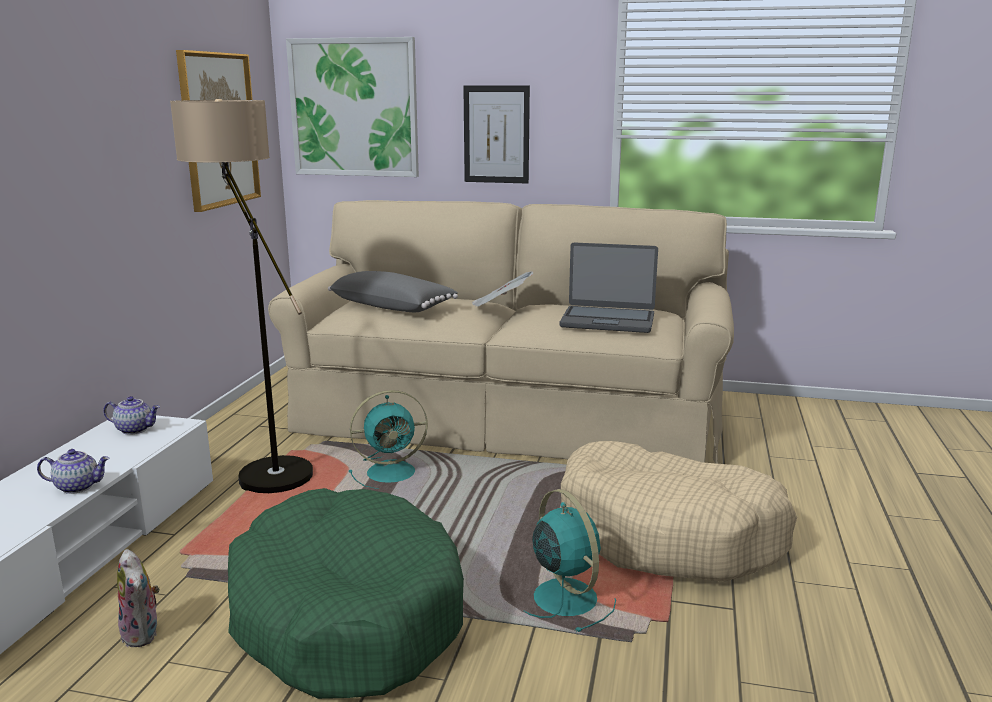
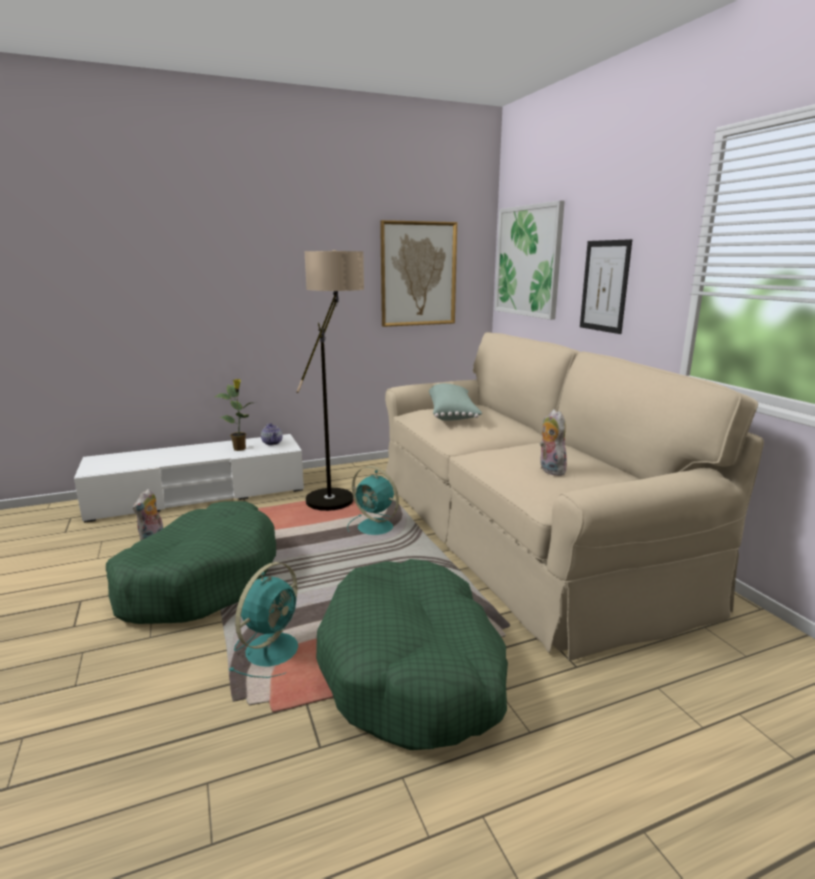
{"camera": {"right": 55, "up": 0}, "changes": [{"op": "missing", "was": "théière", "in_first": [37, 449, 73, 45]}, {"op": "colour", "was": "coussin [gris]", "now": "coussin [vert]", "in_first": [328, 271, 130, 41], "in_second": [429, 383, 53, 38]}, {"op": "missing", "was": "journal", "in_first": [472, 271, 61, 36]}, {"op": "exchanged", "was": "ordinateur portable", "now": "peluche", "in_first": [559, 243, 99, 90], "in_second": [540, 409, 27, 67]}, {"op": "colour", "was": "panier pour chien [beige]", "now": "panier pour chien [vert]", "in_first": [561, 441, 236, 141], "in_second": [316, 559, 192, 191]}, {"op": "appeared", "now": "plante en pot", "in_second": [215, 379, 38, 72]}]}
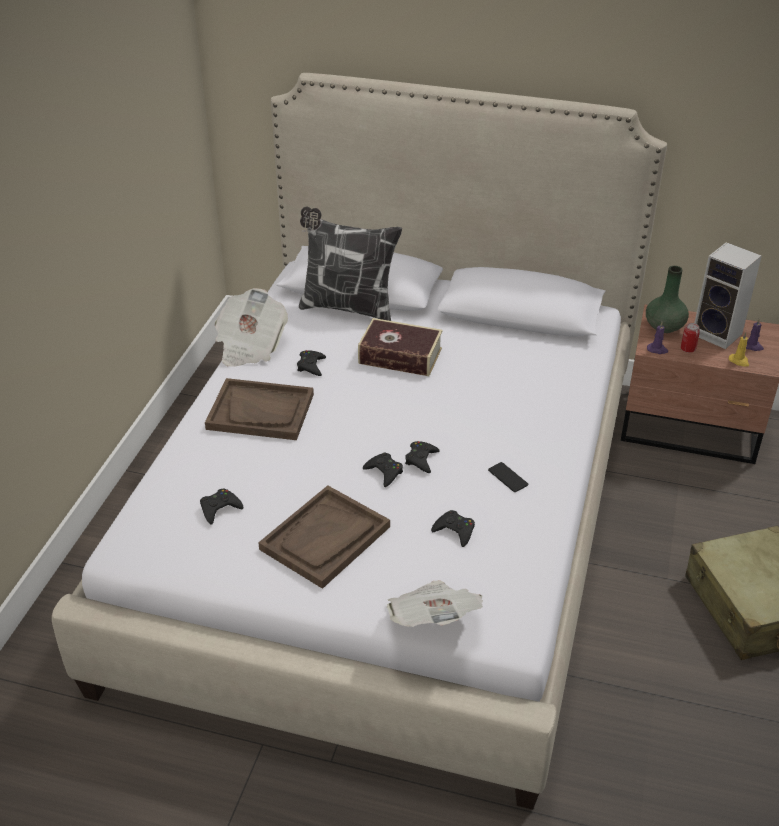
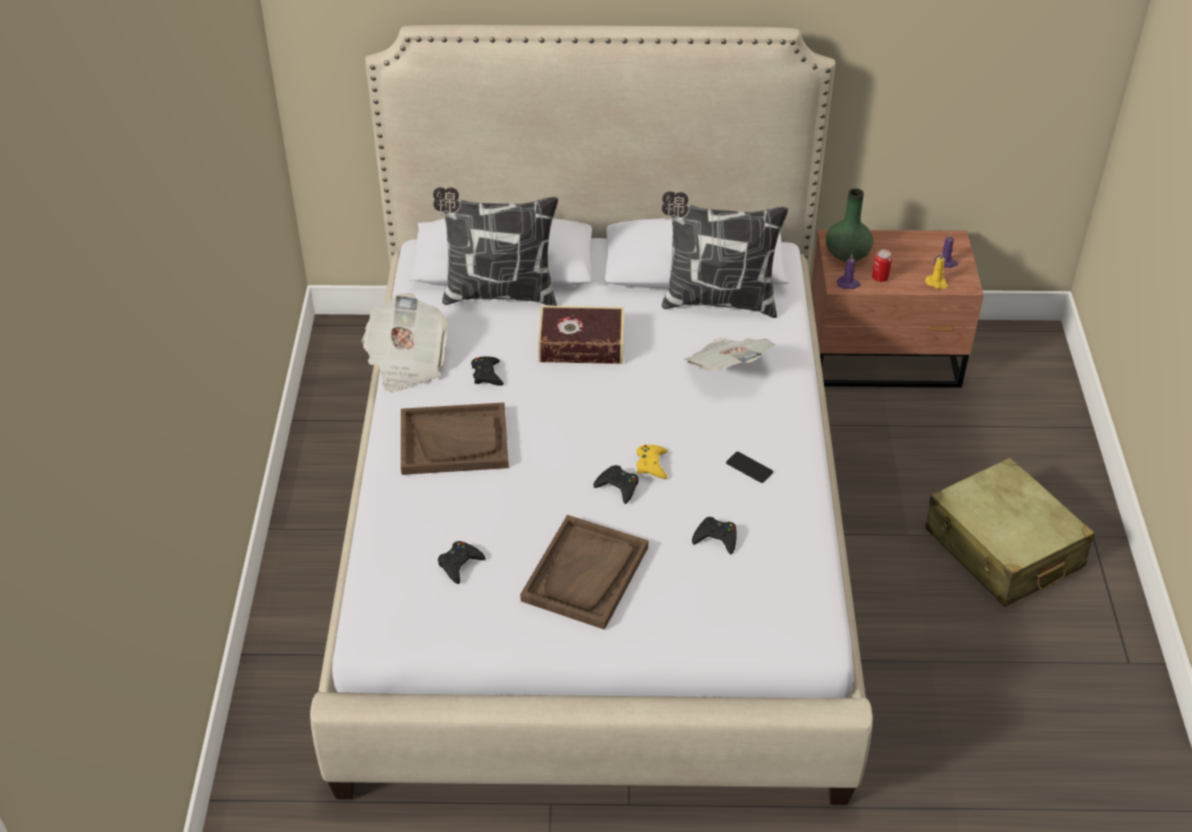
{"camera": {"right": -15, "up": 5}, "changes": [{"op": "relocated", "was": "journal", "in_first": [387, 580, 96, 47], "in_second": [684, 338, 92, 33]}, {"op": "colour", "was": "manette [noir]", "now": "manette [jaune]", "in_first": [405, 441, 34, 32], "in_second": [636, 445, 32, 34]}, {"op": "missing", "was": "enceinte", "in_first": [694, 242, 68, 107]}, {"op": "appeared", "now": "coussin", "in_second": [662, 191, 126, 127]}]}
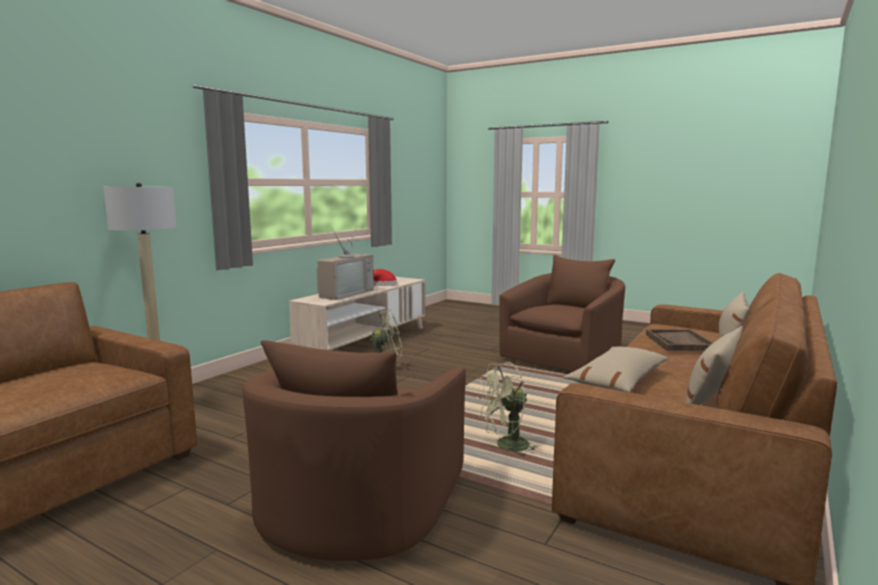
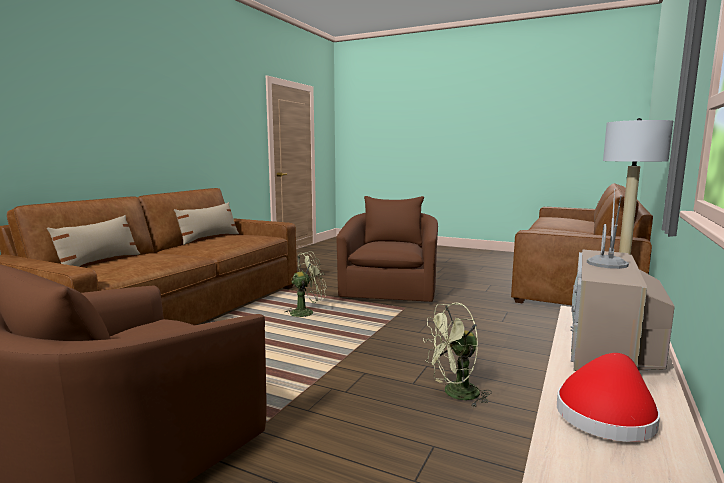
{"camera": {"right": 175, "up": 0}, "changes": [{"op": "missing", "was": "coussin [beige]", "in_first": [563, 346, 106, 46]}, {"op": "missing", "was": "plateau [marron]", "in_first": [646, 329, 67, 22]}]}
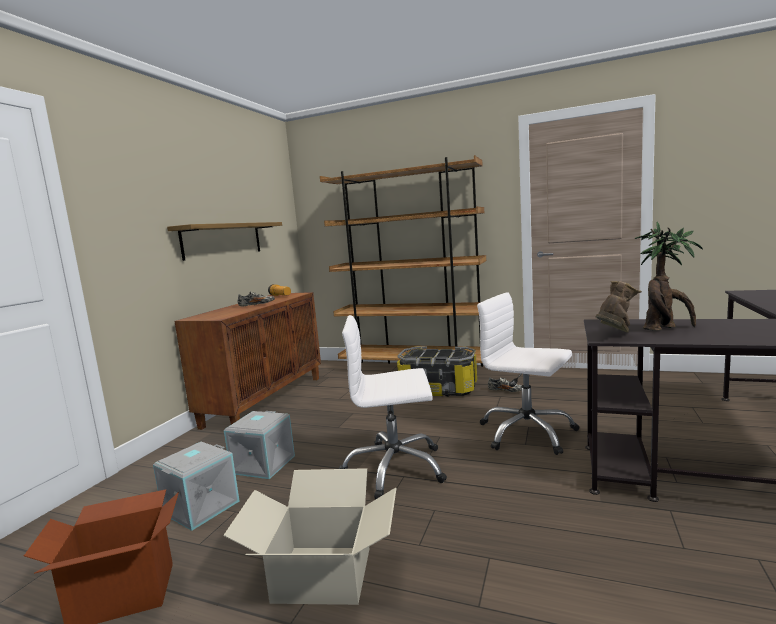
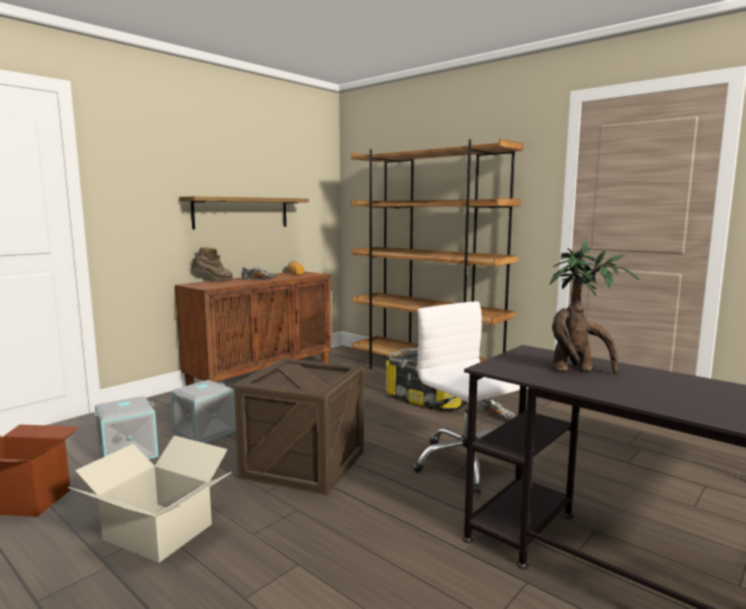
{"camera": {"right": 20, "up": 0}, "changes": [{"op": "exchanged", "was": "chaise de bureau [blanc]", "now": "caisse", "in_first": [339, 315, 108, 184], "in_second": [234, 358, 130, 138]}, {"op": "relocated", "was": "botte [marron]", "in_first": [596, 281, 46, 52], "in_second": [191, 247, 42, 34]}]}
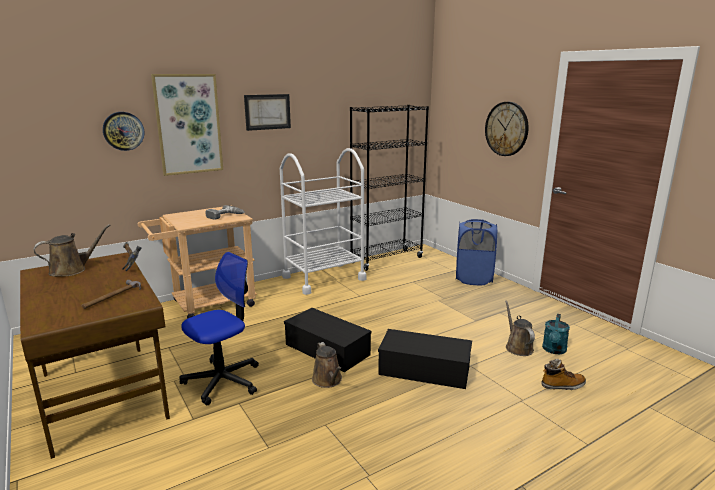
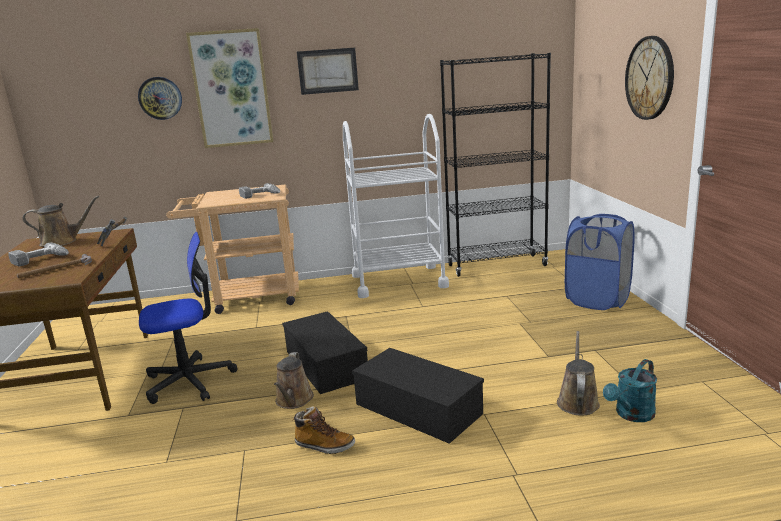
{"camera": {"right": 25, "up": 0}, "changes": [{"op": "relocated", "was": "botte", "in_first": [541, 359, 45, 31], "in_second": [292, 406, 63, 48]}, {"op": "appeared", "now": "perceuse", "in_second": [8, 243, 61, 23]}]}
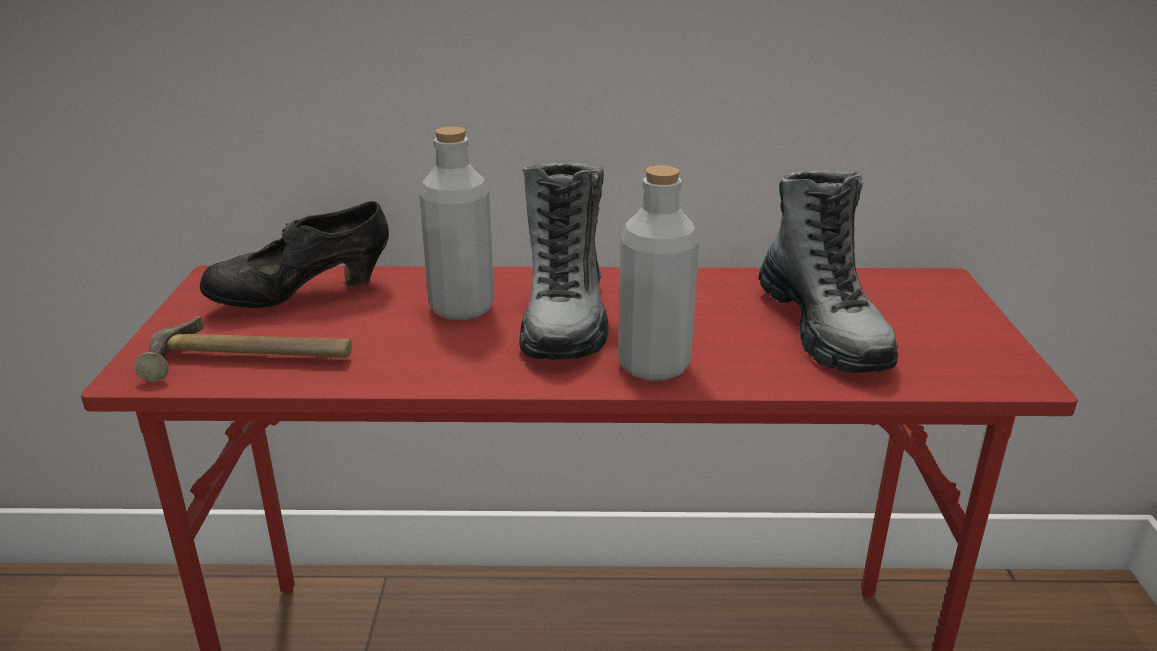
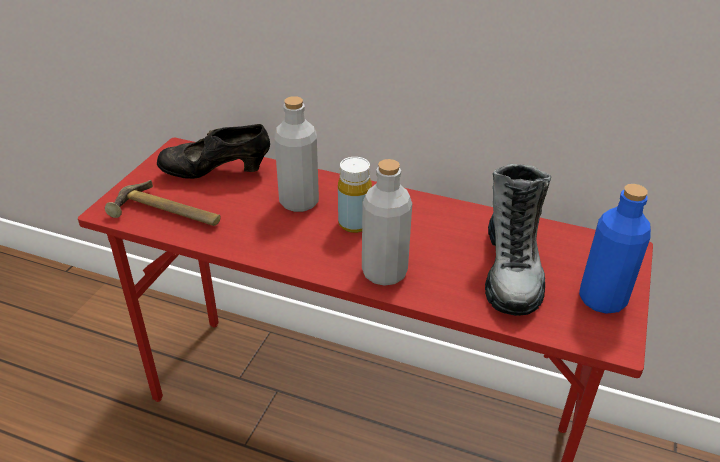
{"camera": {"right": 20, "up": 10}, "changes": [{"op": "exchanged", "was": "botte", "now": "bouteille [jaune]", "in_first": [519, 163, 90, 197], "in_second": [338, 157, 34, 76]}, {"op": "appeared", "now": "bouteille [bleu]", "in_second": [579, 184, 72, 130]}]}
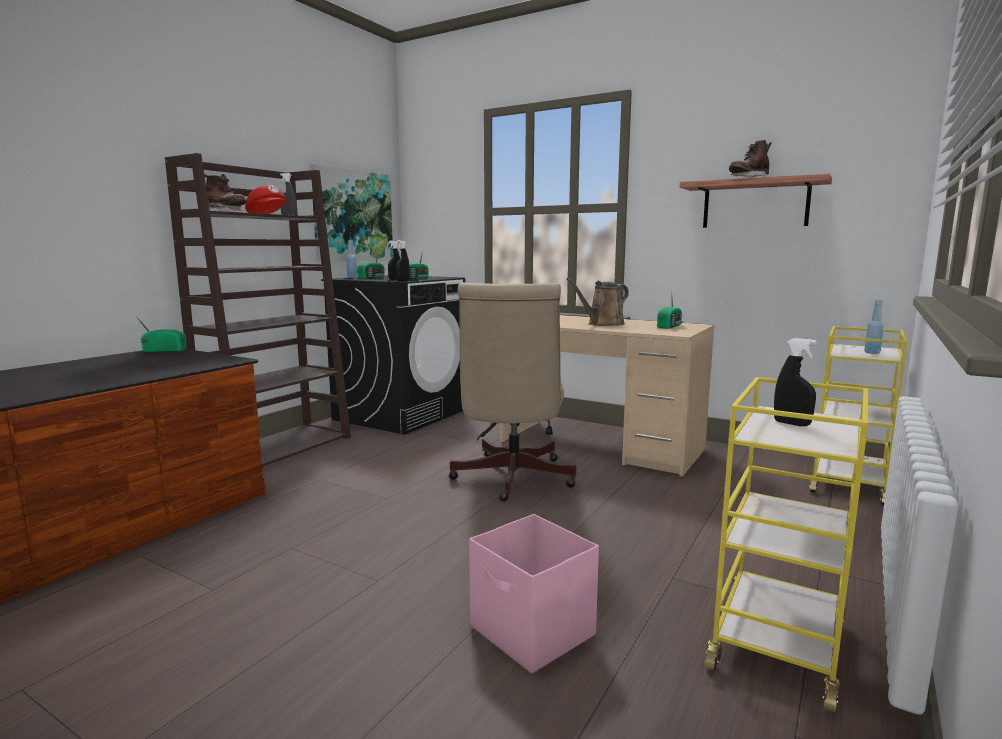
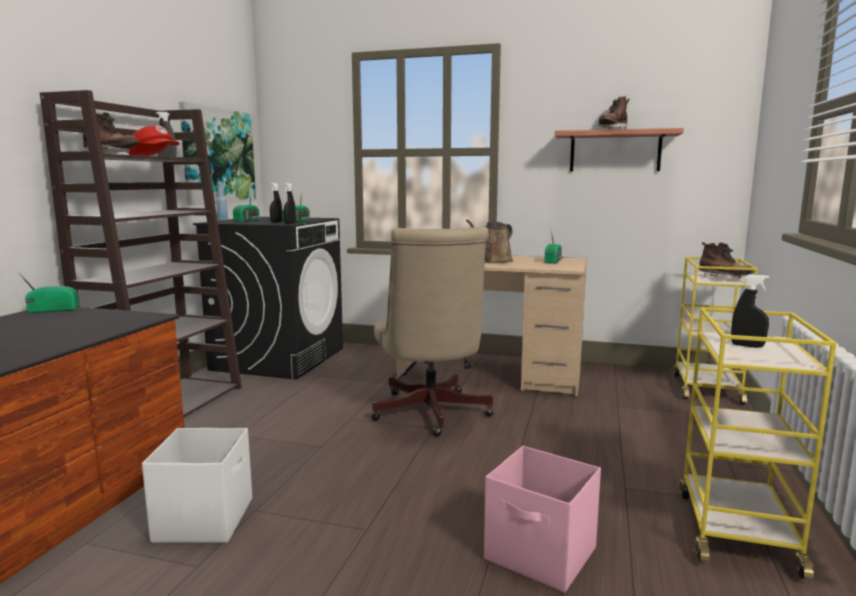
{"camera": {"right": -15, "up": 0}, "changes": [{"op": "exchanged", "was": "bouteille [bleu]", "now": "botte [marron]", "in_first": [864, 300, 20, 54], "in_second": [699, 242, 56, 37]}, {"op": "appeared", "now": "boîte de rangement [blanc]", "in_second": [142, 428, 110, 115]}]}
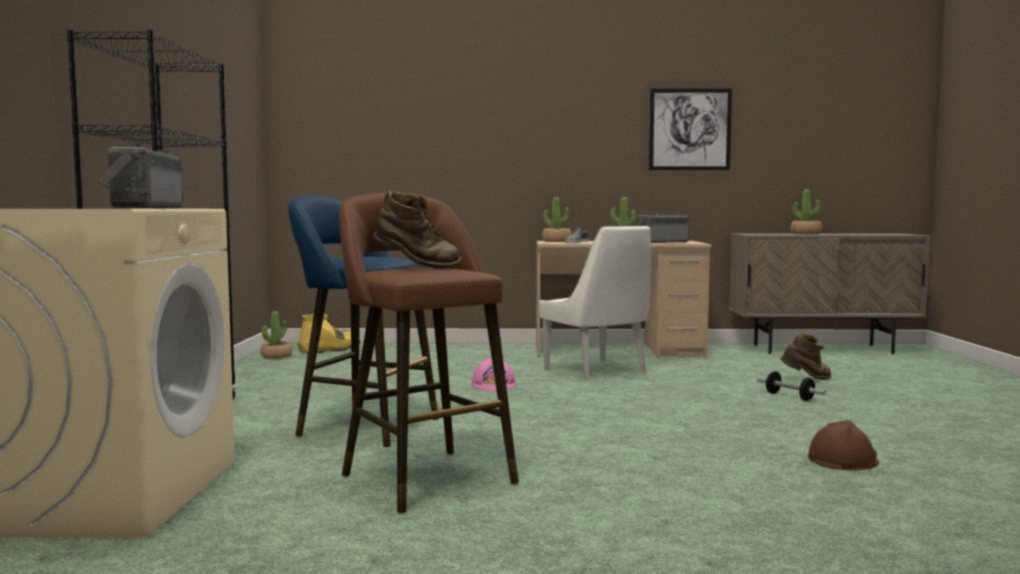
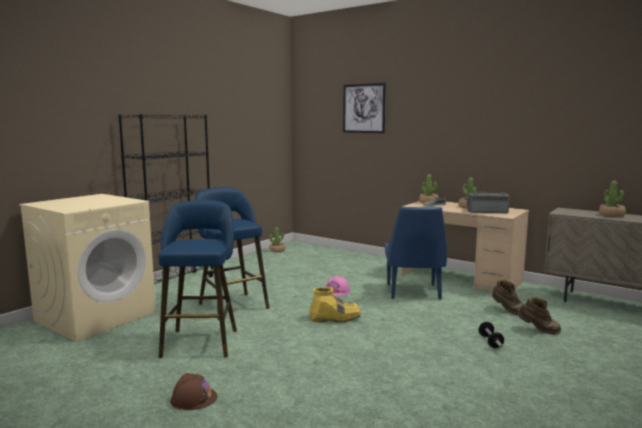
{"camera": {"right": 35, "up": 5}, "changes": [{"op": "missing", "was": "radio", "in_first": [97, 143, 86, 65]}, {"op": "relocated", "was": "botte [jaune]", "in_first": [297, 314, 64, 40], "in_second": [309, 287, 52, 35]}, {"op": "colour", "was": "tabouret [marron]", "now": "tabouret [bleu]", "in_first": [339, 193, 180, 320], "in_second": [159, 200, 78, 158]}, {"op": "relocated", "was": "botte [marron]", "in_first": [373, 191, 89, 78], "in_second": [492, 280, 31, 35]}, {"op": "colour", "was": "chaise [blanc]", "now": "chaise [bleu]", "in_first": [539, 226, 112, 154], "in_second": [385, 207, 62, 93]}, {"op": "relocated", "was": "tableau", "in_first": [649, 88, 83, 82], "in_second": [343, 83, 43, 50]}, {"op": "relocated", "was": "casque de chantier [marron]", "in_first": [808, 420, 71, 50], "in_second": [170, 373, 48, 37]}]}
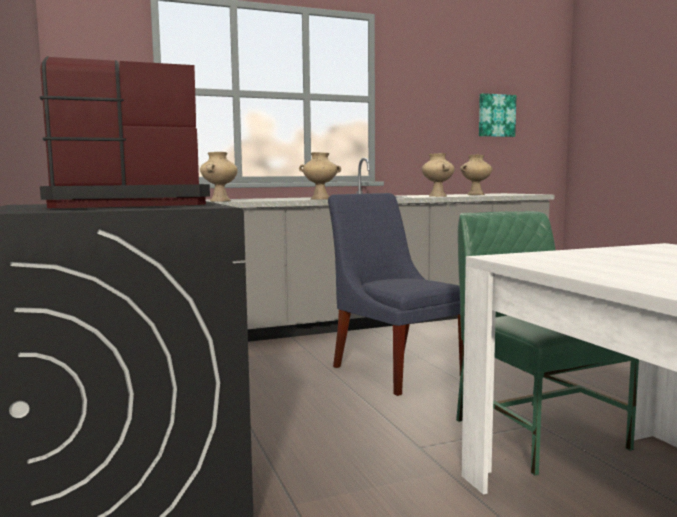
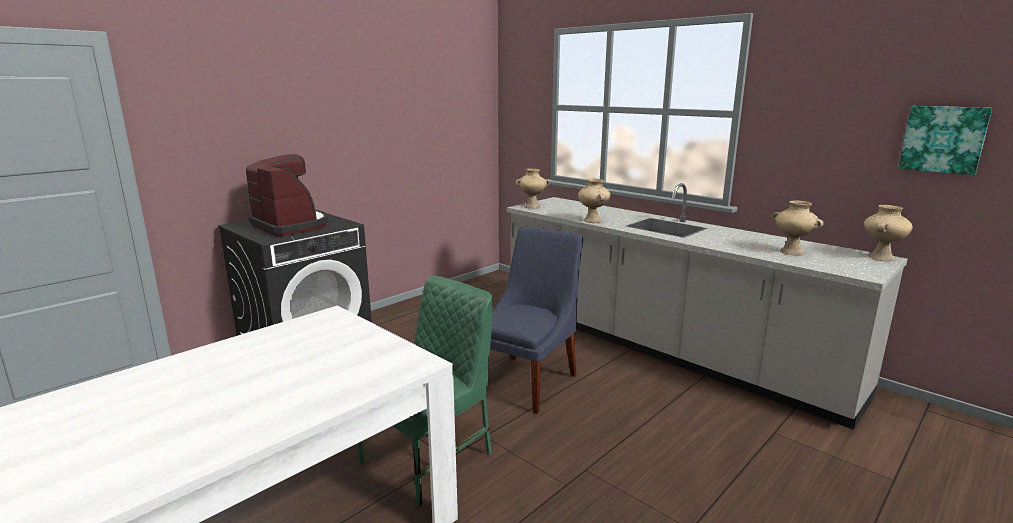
{"camera": {"right": 65, "up": 10}, "changes": [{"op": "relocated", "was": "vase [beige]", "in_first": [422, 153, 33, 44], "in_second": [864, 205, 49, 57]}]}
